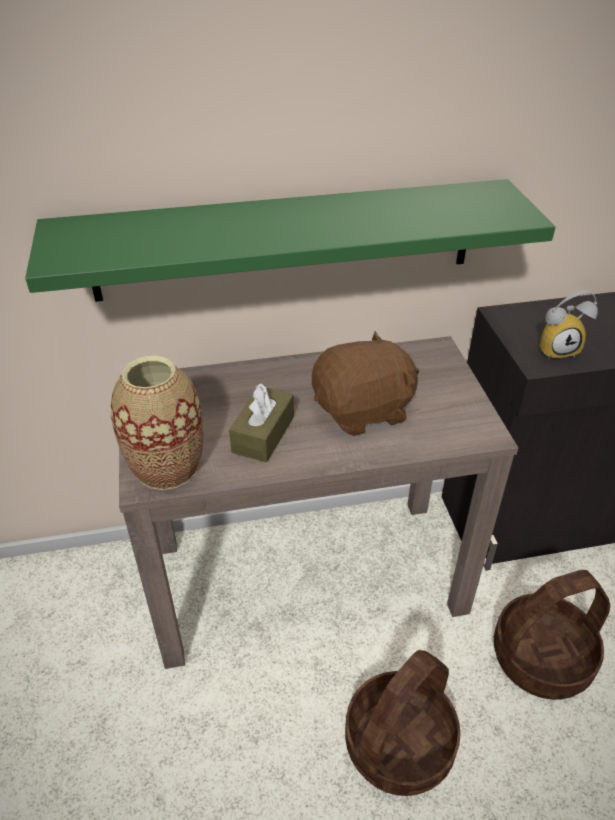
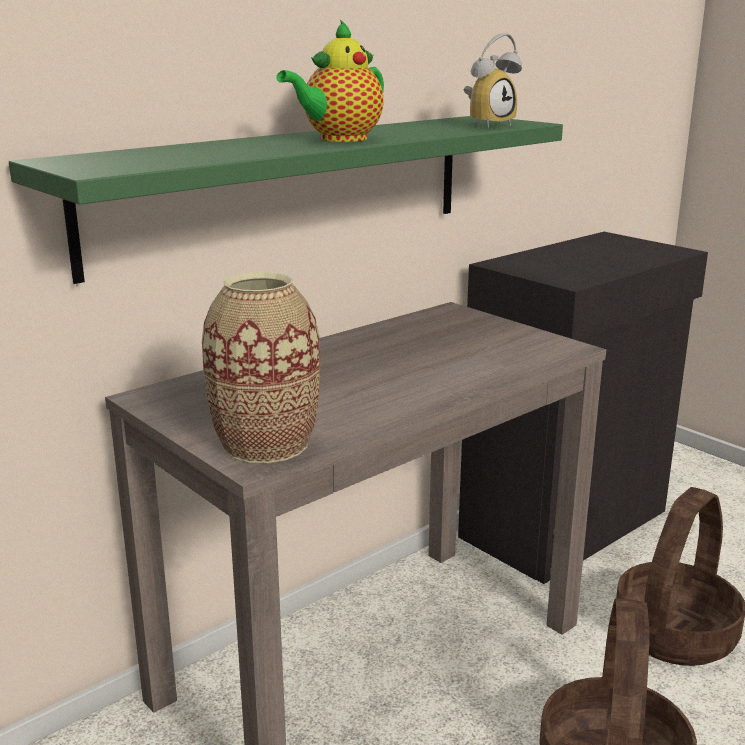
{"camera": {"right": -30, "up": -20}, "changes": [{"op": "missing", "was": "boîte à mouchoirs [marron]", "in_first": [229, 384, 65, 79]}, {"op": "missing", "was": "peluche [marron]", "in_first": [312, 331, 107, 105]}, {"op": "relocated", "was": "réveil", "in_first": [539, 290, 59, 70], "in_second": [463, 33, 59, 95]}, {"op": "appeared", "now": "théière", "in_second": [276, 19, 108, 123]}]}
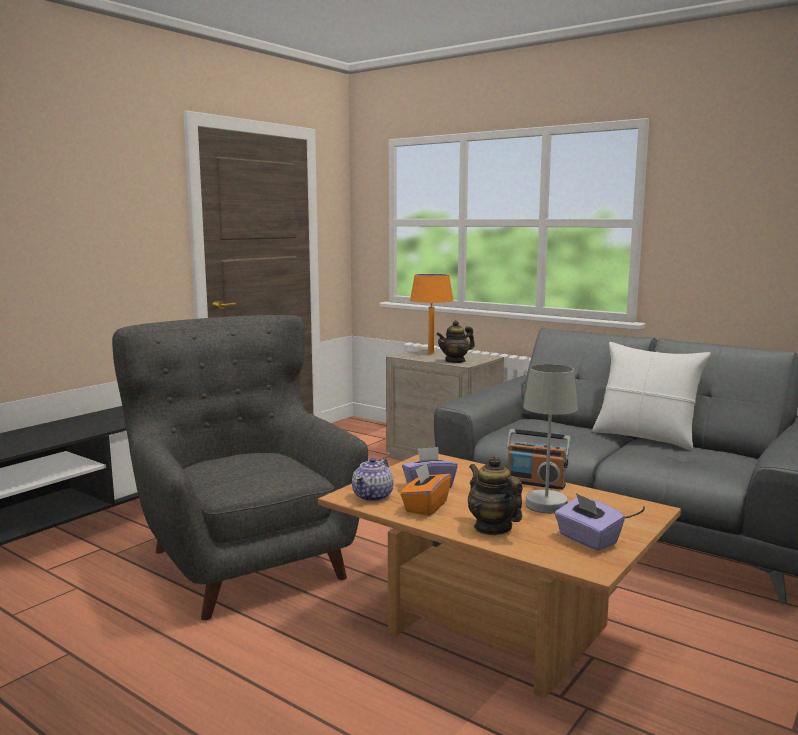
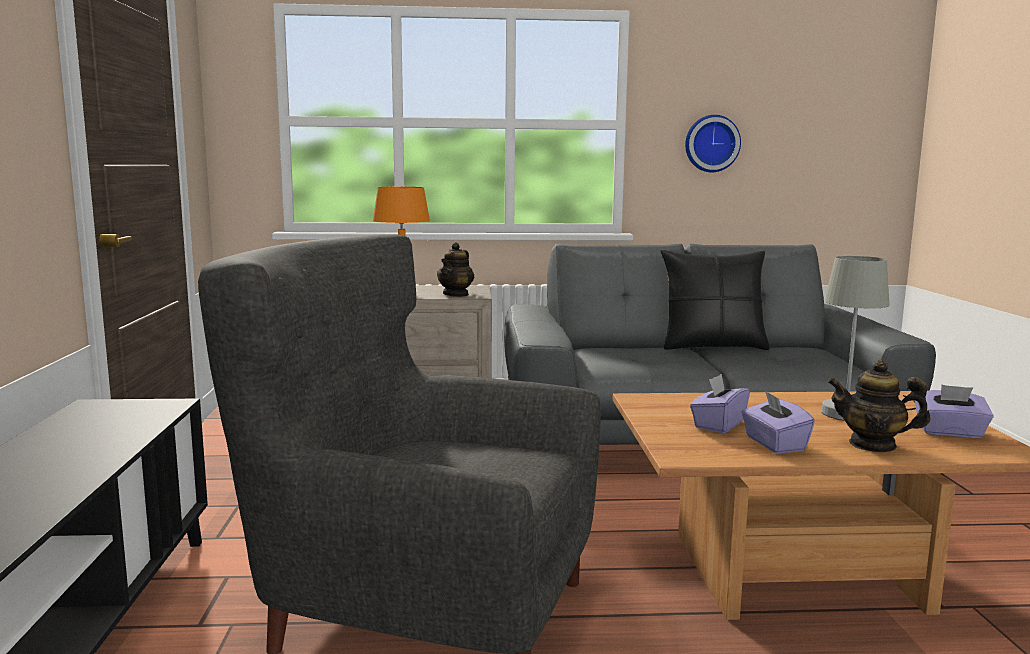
{"camera": {"right": -40, "up": 0}, "changes": [{"op": "missing", "was": "théière", "in_first": [352, 458, 41, 44]}, {"op": "colour", "was": "boîte à mouchoirs [orange]", "now": "boîte à mouchoirs [violet]", "in_first": [400, 463, 51, 53], "in_second": [741, 390, 74, 64]}, {"op": "missing", "was": "radio", "in_first": [507, 429, 64, 61]}, {"op": "colour", "was": "coussin [blanc]", "now": "coussin [noir]", "in_first": [592, 342, 119, 108], "in_second": [661, 250, 109, 100]}, {"op": "appeared", "now": "horloge murale", "in_second": [685, 115, 56, 57]}]}
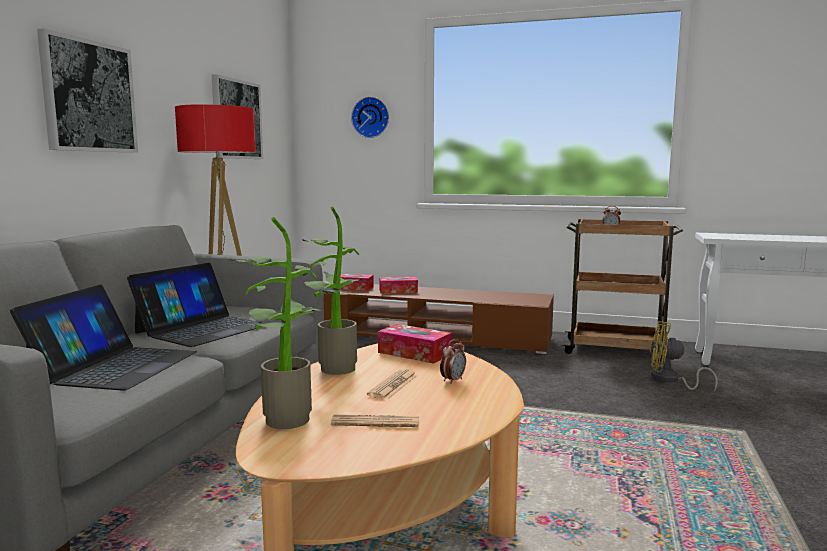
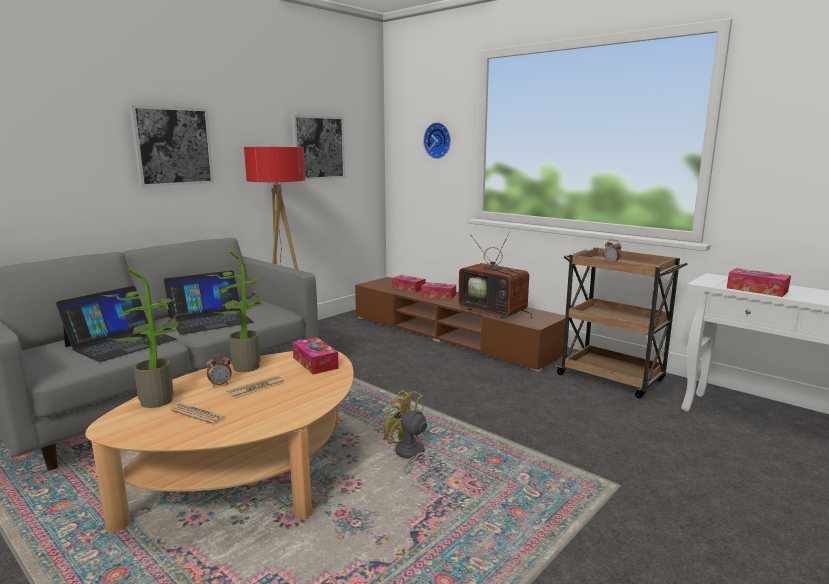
{"camera": {"right": 25, "up": 5}, "changes": [{"op": "relocated", "was": "réveil", "in_first": [440, 339, 26, 45], "in_second": [207, 354, 25, 33]}, {"op": "relocated", "was": "ventilateur [jaune]", "in_first": [650, 321, 68, 71], "in_second": [383, 390, 47, 92]}, {"op": "appeared", "now": "téléviseur", "in_second": [458, 231, 75, 88]}, {"op": "appeared", "now": "boîte à mouchoirs", "in_second": [727, 268, 64, 29]}]}
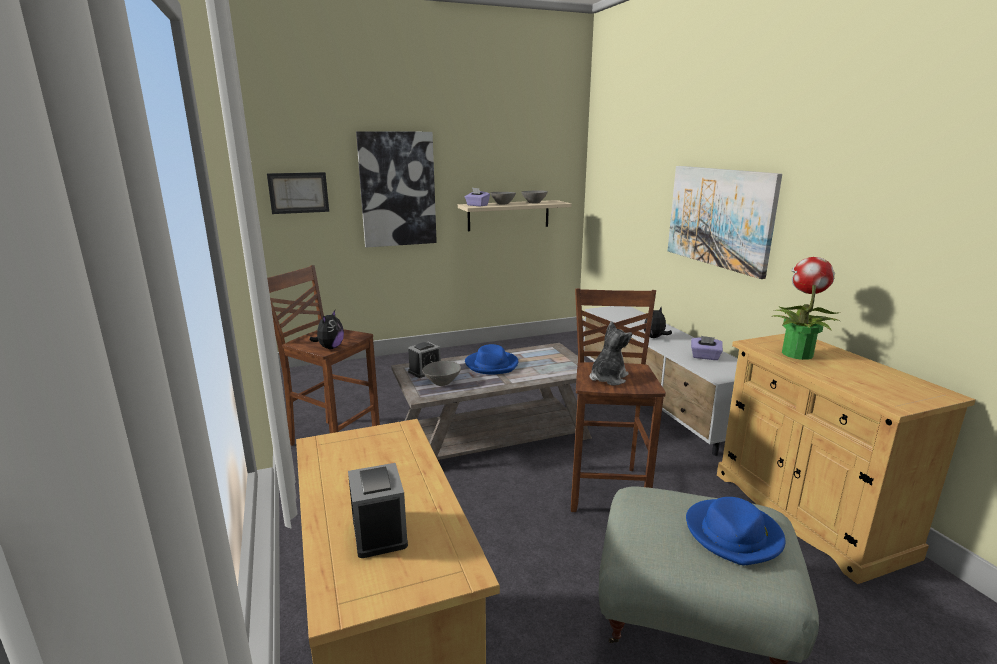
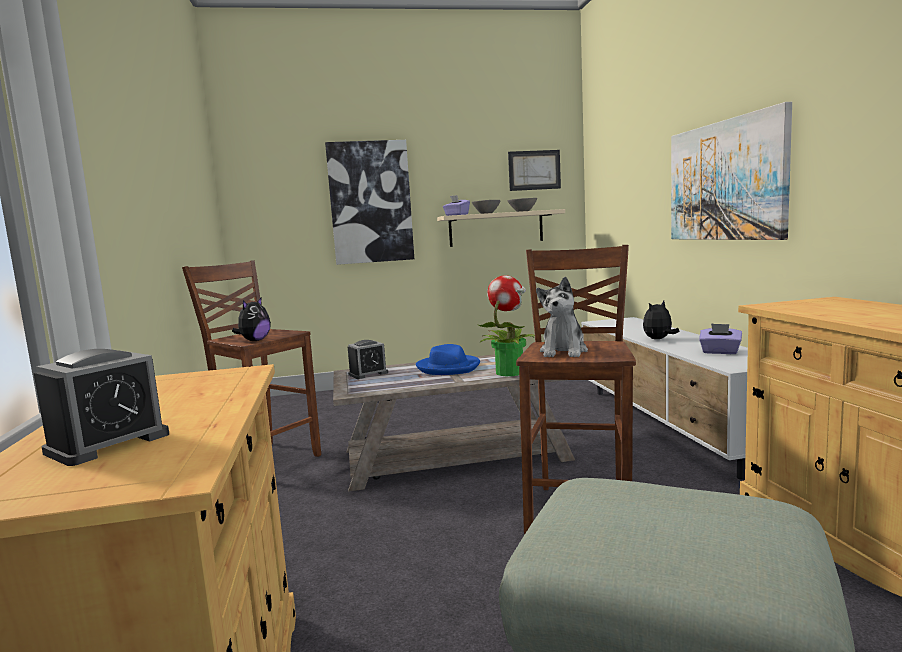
{"camera": {"right": 10, "up": -10}, "changes": [{"op": "relocated", "was": "tableau", "in_first": [267, 172, 62, 42], "in_second": [508, 150, 53, 41]}, {"op": "spun", "was": "réveil", "in_first": [348, 463, 60, 95], "in_second": [34, 349, 135, 117], "clockwise": 45}, {"op": "missing", "was": "bol [gris]", "in_first": [422, 361, 39, 25]}, {"op": "spun", "was": "peluche", "in_first": [589, 321, 43, 65], "in_second": [536, 277, 52, 80], "clockwise": 150}, {"op": "missing", "was": "chapeau [bleu]", "in_first": [686, 497, 99, 68]}, {"op": "relocated", "was": "plante en pot", "in_first": [771, 257, 69, 103], "in_second": [478, 275, 64, 101]}]}
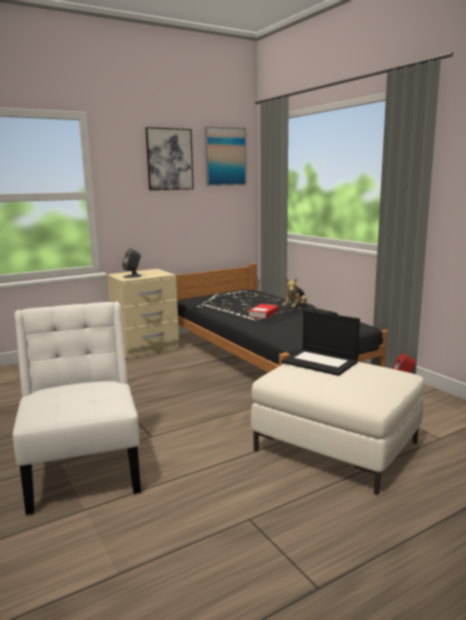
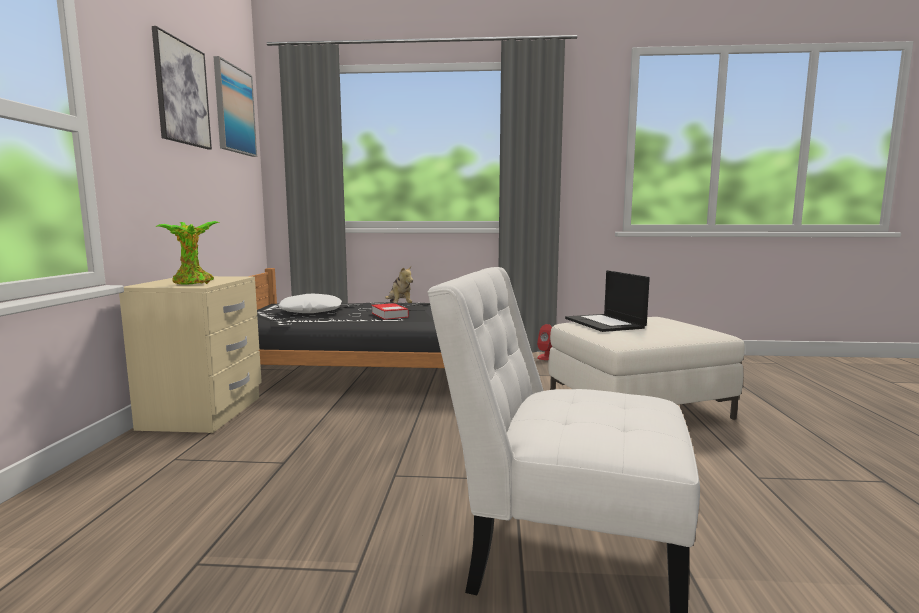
{"camera": {"right": -55, "up": -5}, "changes": [{"op": "exchanged", "was": "enceinte [gris]", "now": "plante en pot", "in_first": [122, 248, 20, 30], "in_second": [155, 221, 65, 64]}, {"op": "spun", "was": "ordinateur portable", "in_first": [281, 310, 79, 66], "in_second": [565, 270, 85, 62], "clockwise": 90}, {"op": "appeared", "now": "coussin [blanc]", "in_second": [278, 294, 64, 19]}]}
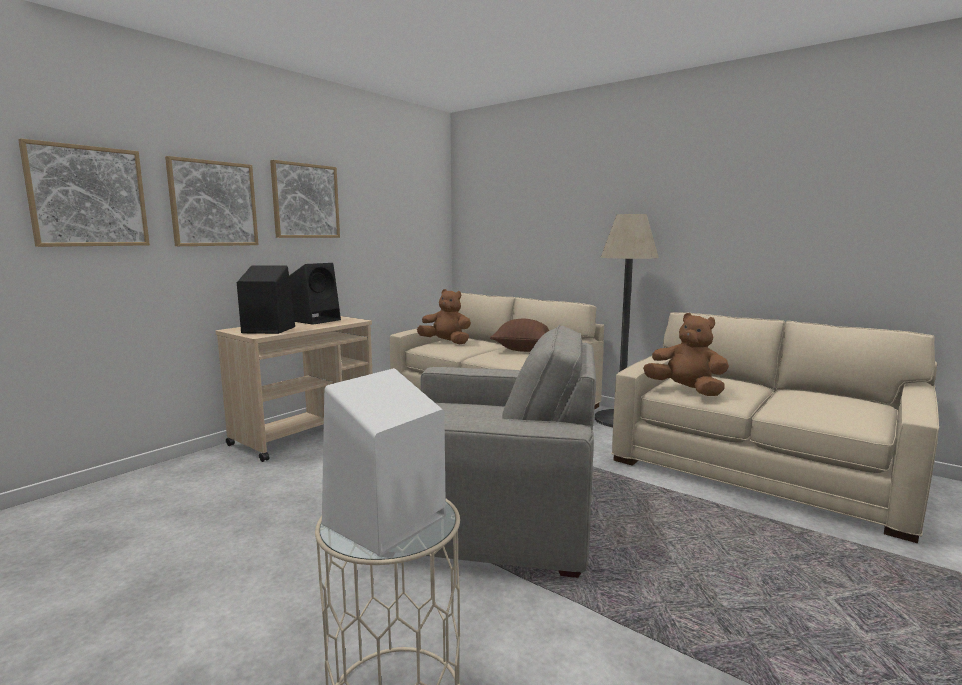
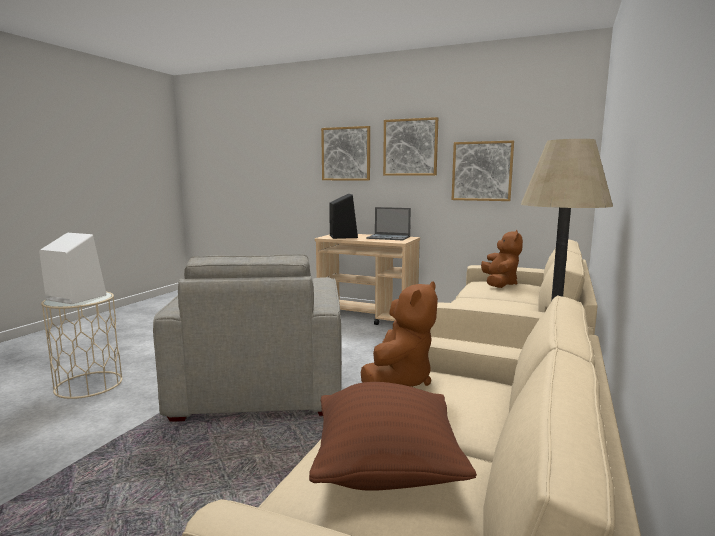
{"camera": {"right": 75, "up": 0}, "changes": [{"op": "relocated", "was": "tableau", "in_first": [18, 138, 132, 109], "in_second": [452, 140, 62, 61]}, {"op": "exchanged", "was": "enceinte [noir]", "now": "ordinateur portable", "in_first": [289, 263, 52, 62], "in_second": [366, 207, 45, 34]}, {"op": "relocated", "was": "coussin [marron]", "in_first": [490, 319, 59, 33], "in_second": [309, 382, 168, 109]}]}
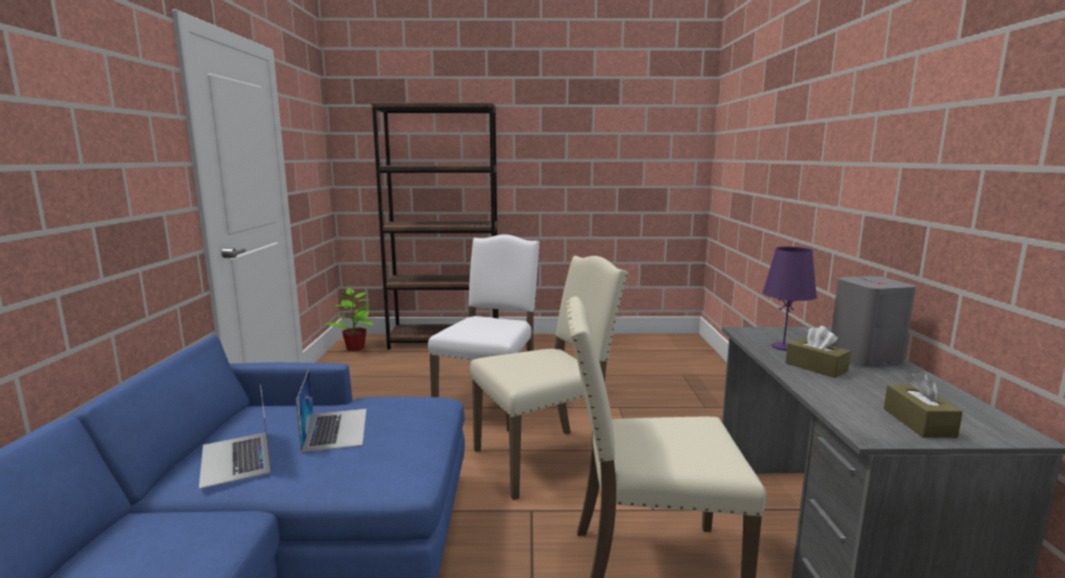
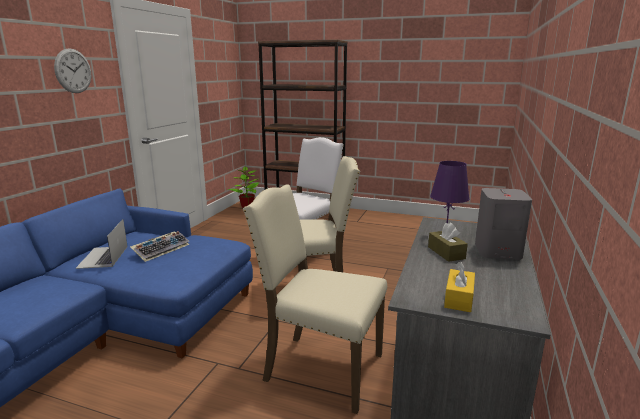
{"camera": {"right": 20, "up": 5}, "changes": [{"op": "exchanged", "was": "ordinateur portable", "now": "clavier", "in_first": [296, 369, 71, 83], "in_second": [130, 231, 60, 31]}, {"op": "colour", "was": "boîte à mouchoirs [marron]", "now": "boîte à mouchoirs [jaune]", "in_first": [884, 371, 79, 67], "in_second": [444, 262, 31, 50]}, {"op": "appeared", "now": "horloge murale", "in_second": [54, 48, 37, 45]}]}
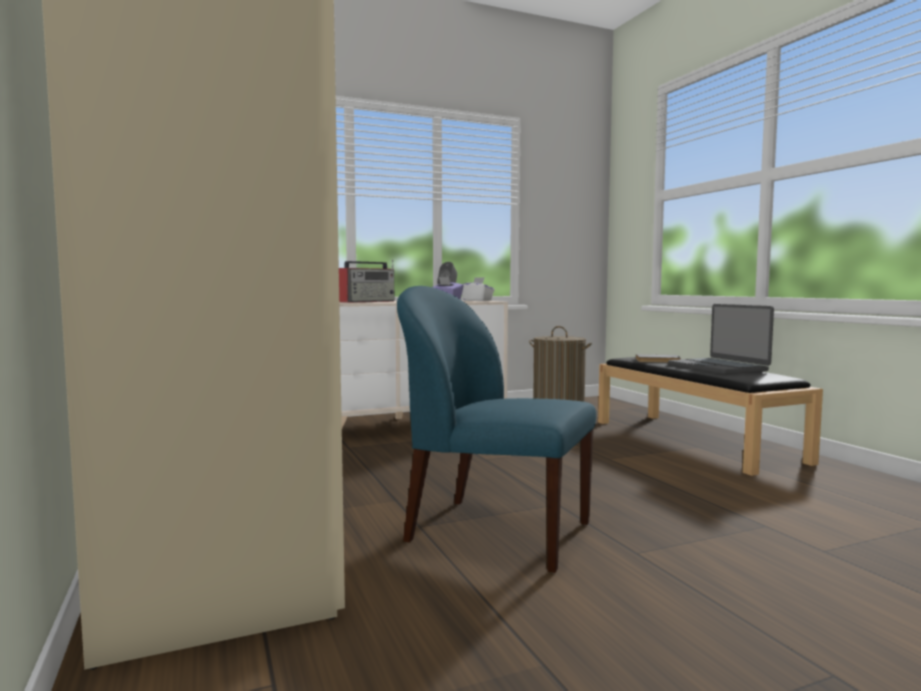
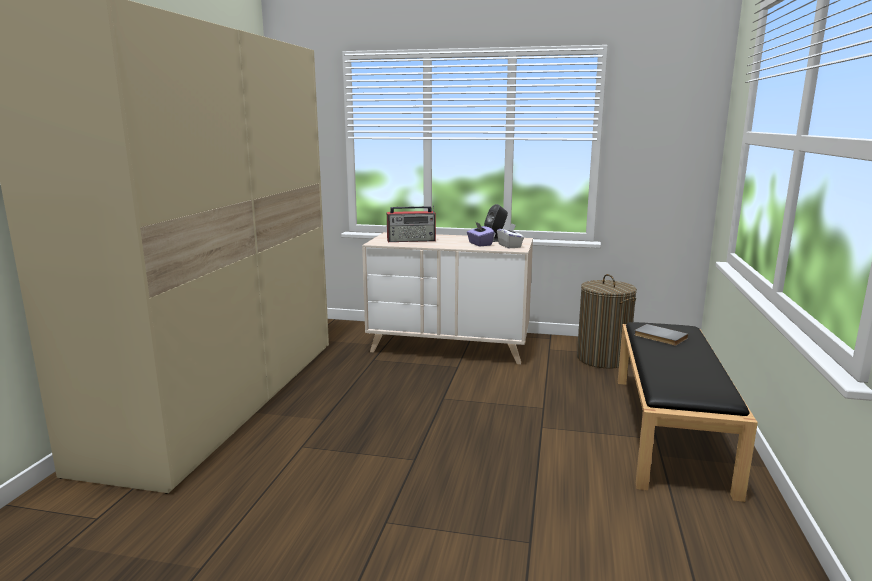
{"camera": {"right": 35, "up": 10}, "changes": [{"op": "missing", "was": "chaise [bleu]", "in_first": [397, 286, 199, 287]}, {"op": "missing", "was": "ordinateur portable", "in_first": [668, 304, 106, 70]}]}
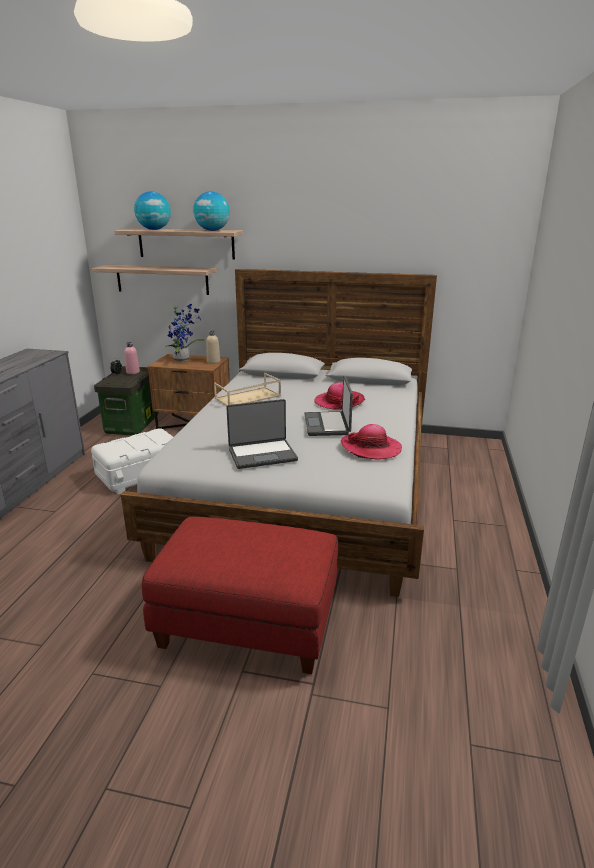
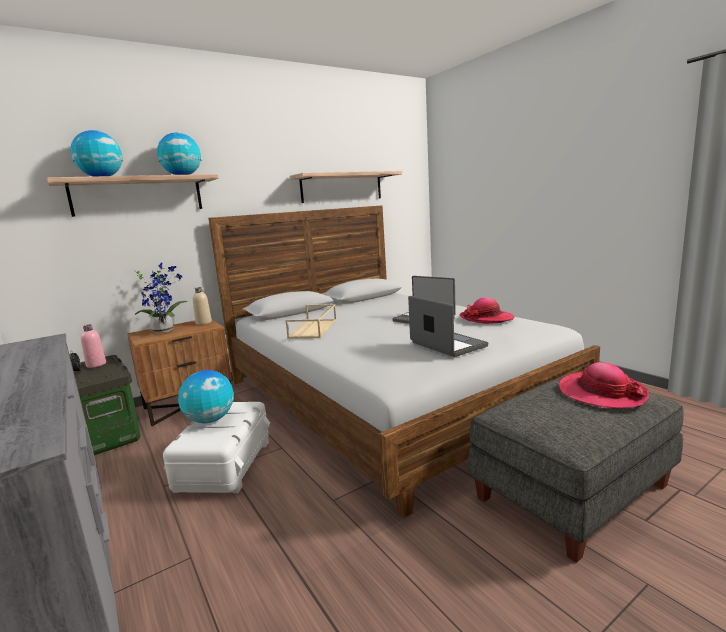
{"camera": {"right": -45, "up": -10}, "changes": [{"op": "relocated", "was": "étagère", "in_first": [92, 265, 125, 30], "in_second": [290, 171, 112, 32]}, {"op": "colour", "was": "pouf [rouge]", "now": "pouf [gris]", "in_first": [142, 517, 196, 157], "in_second": [469, 375, 215, 188]}, {"op": "spun", "was": "ordinateur portable", "in_first": [226, 399, 72, 70], "in_second": [408, 296, 80, 61], "clockwise": -60}, {"op": "relocated", "was": "chapeau", "in_first": [314, 382, 51, 28], "in_second": [559, 362, 90, 46]}, {"op": "appeared", "now": "globe", "in_second": [178, 370, 56, 53]}]}
